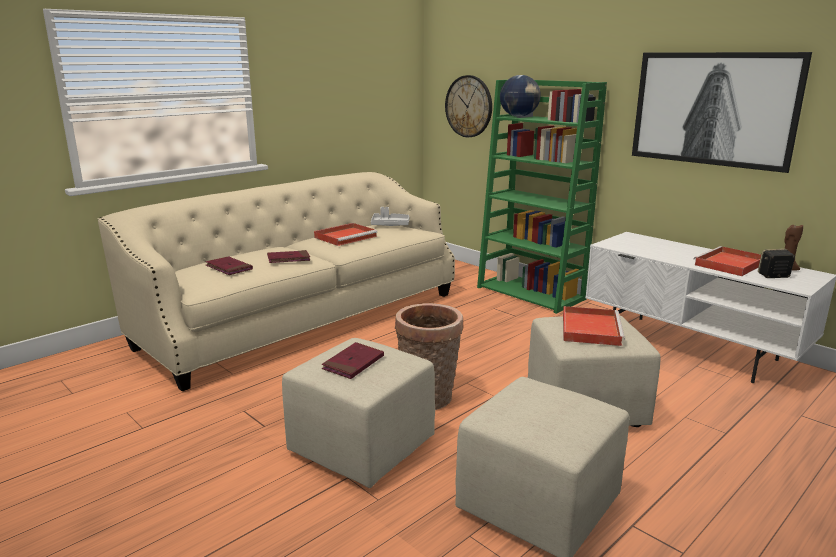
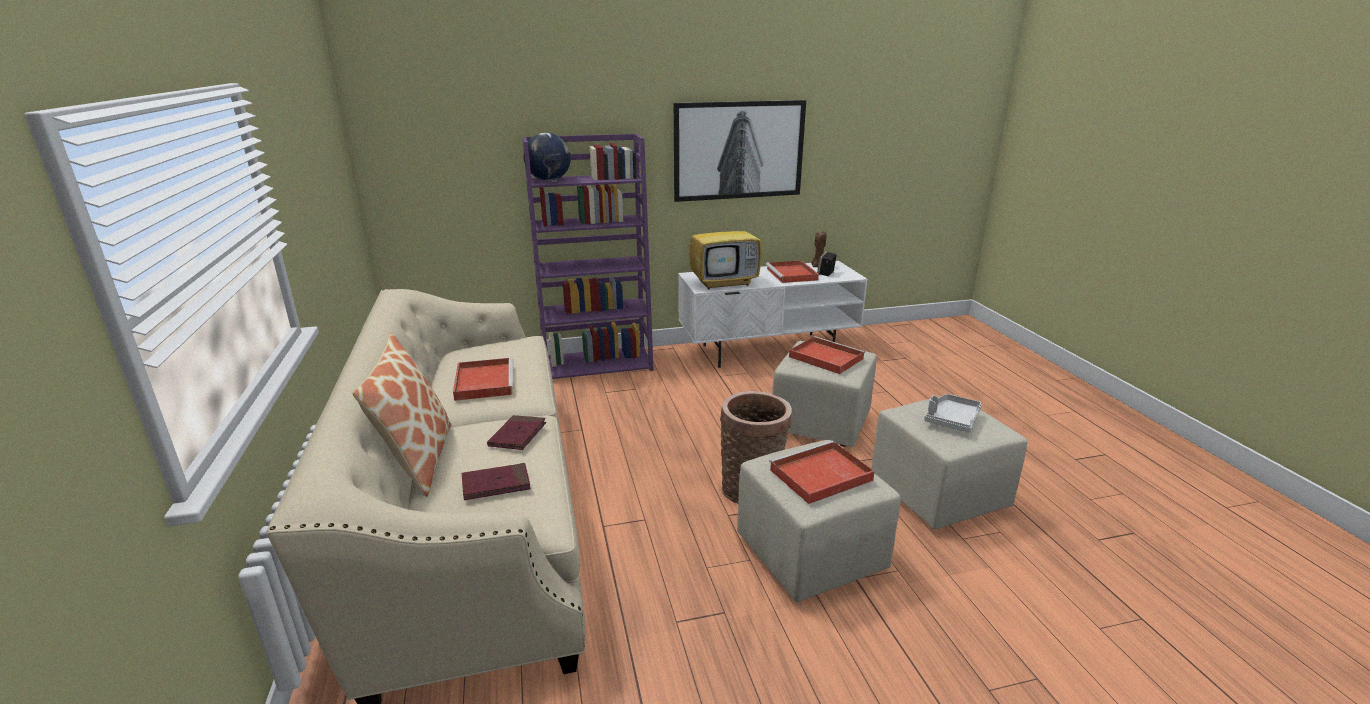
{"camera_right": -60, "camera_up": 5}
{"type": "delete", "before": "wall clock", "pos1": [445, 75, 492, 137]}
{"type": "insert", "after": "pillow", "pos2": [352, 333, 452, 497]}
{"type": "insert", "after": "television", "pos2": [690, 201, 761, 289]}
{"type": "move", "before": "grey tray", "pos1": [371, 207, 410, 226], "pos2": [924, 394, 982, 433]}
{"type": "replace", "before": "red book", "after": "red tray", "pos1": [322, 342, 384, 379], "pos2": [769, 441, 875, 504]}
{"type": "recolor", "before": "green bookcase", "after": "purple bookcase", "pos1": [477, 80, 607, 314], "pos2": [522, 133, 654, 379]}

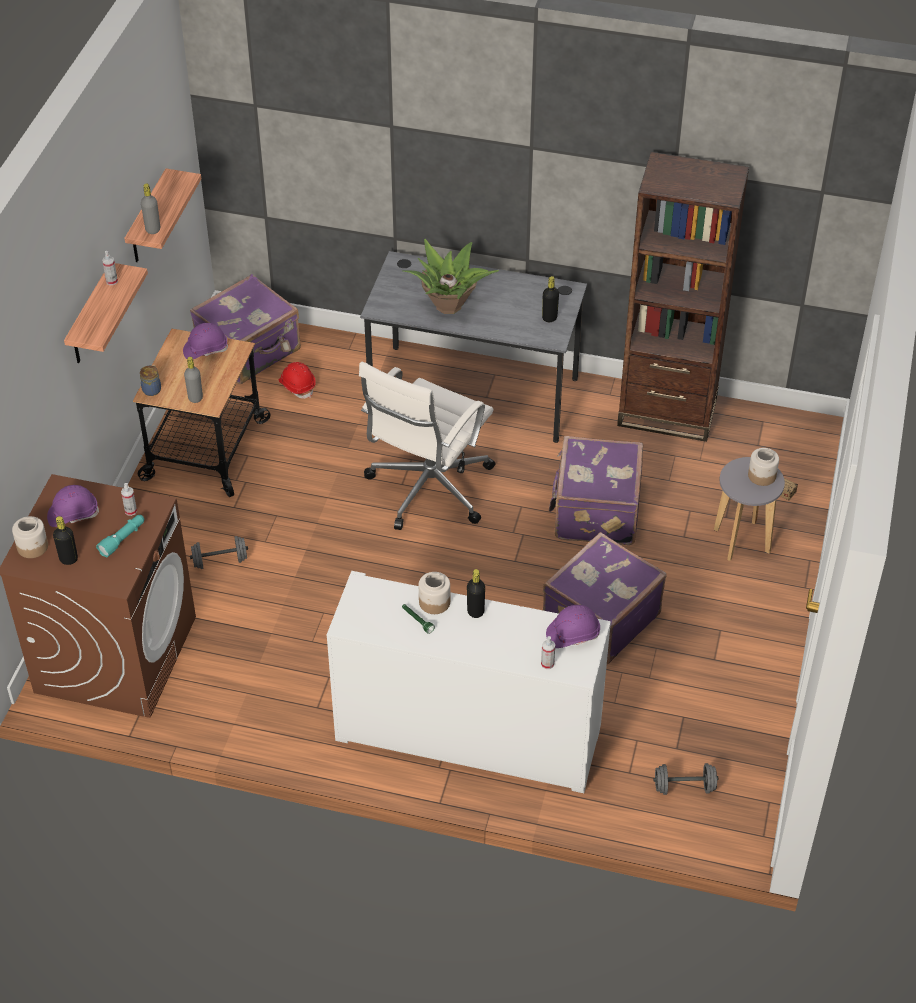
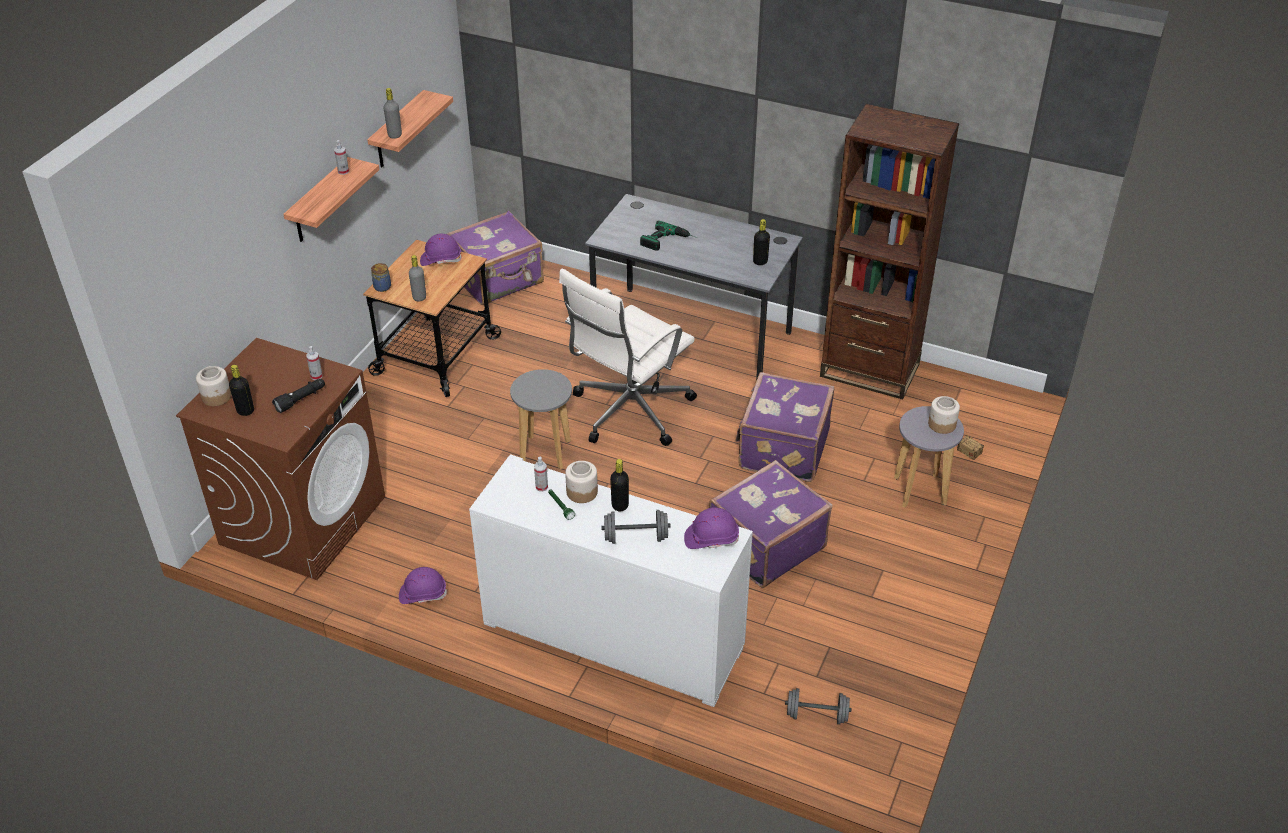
{"camera_right": 10, "camera_up": -5}
{"type": "delete", "before": "red hard hat", "pos1": [279, 362, 316, 399]}
{"type": "insert", "after": "grey stool", "pos2": [510, 369, 572, 469]}
{"type": "move", "before": "purple hard hat", "pos1": [47, 485, 99, 527], "pos2": [399, 567, 448, 604]}
{"type": "move", "before": "grey dumbbell", "pos1": [190, 536, 248, 569], "pos2": [601, 510, 670, 544]}
{"type": "move", "before": "spray bottle", "pos1": [541, 636, 555, 669], "pos2": [534, 457, 548, 492]}
{"type": "replace", "before": "potted plant", "after": "power drill", "pos1": [402, 239, 499, 314], "pos2": [640, 221, 697, 251]}
{"type": "recolor", "before": "turquoise flashlight", "after": "black flashlight", "pos1": [96, 515, 144, 558], "pos2": [272, 379, 325, 413]}

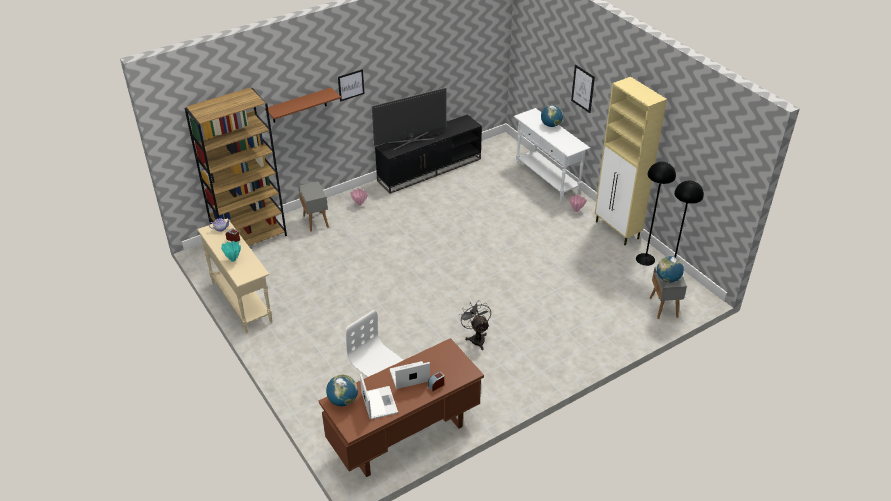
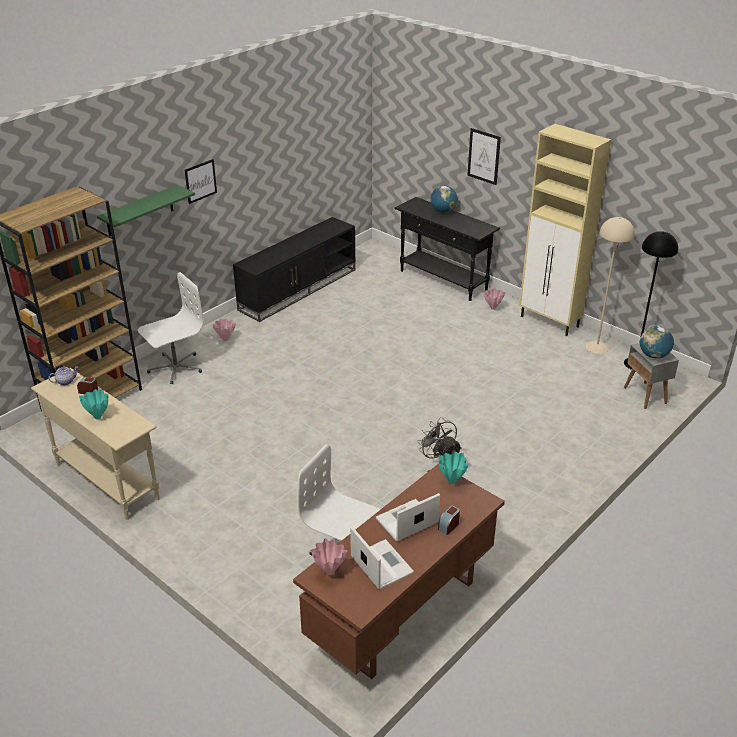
{"camera_right": -15, "camera_up": -5}
{"type": "delete", "before": "television", "pos1": [372, 87, 446, 150]}
{"type": "insert", "after": "turquoise vase", "pos2": [439, 452, 468, 484]}
{"type": "replace", "before": "grey side table", "after": "white office chair", "pos1": [298, 181, 329, 232], "pos2": [138, 272, 204, 384]}
{"type": "replace", "before": "globe", "after": "pink vase", "pos1": [326, 375, 358, 406], "pos2": [311, 538, 348, 575]}
{"type": "recolor", "before": "brown shelf", "after": "green shelf", "pos1": [265, 88, 341, 123], "pos2": [97, 185, 195, 236]}
{"type": "recolor", "before": "white console table", "after": "black console table", "pos1": [514, 108, 590, 201], "pos2": [394, 197, 500, 301]}
{"type": "recolor", "before": "black floor lamp", "after": "beige floor lamp", "pos1": [636, 162, 676, 266], "pos2": [585, 217, 635, 354]}

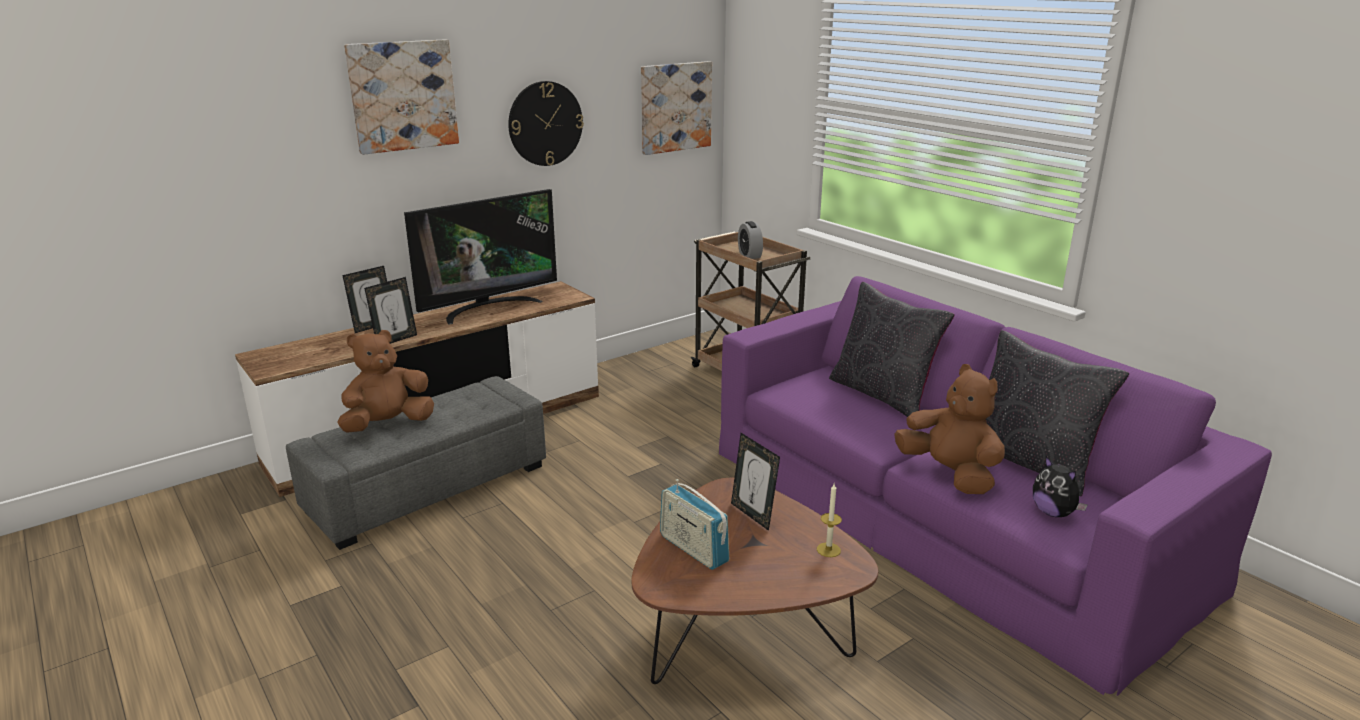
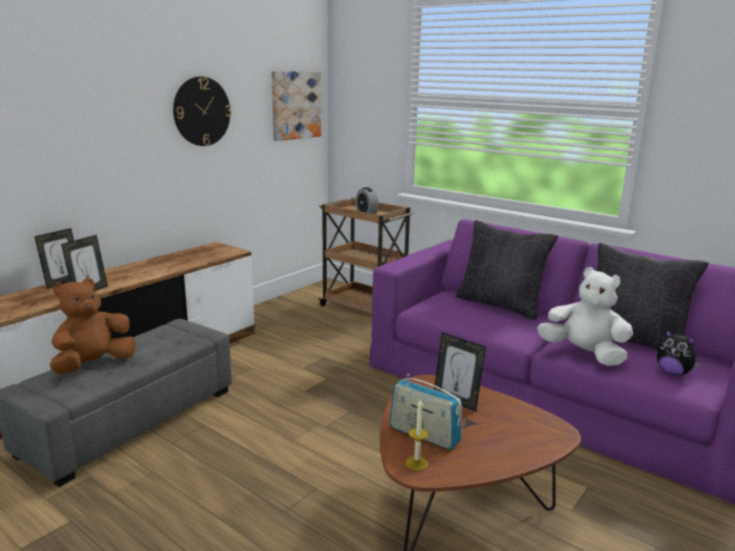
{"camera_right": -15, "camera_up": -5}
{"type": "delete", "before": "picture", "pos1": [344, 39, 459, 155]}
{"type": "delete", "before": "television", "pos1": [404, 189, 557, 324]}
{"type": "move", "before": "candle", "pos1": [817, 484, 842, 557], "pos2": [406, 398, 429, 471]}
{"type": "recolor", "before": "brown plush toy", "after": "white plush toy", "pos1": [894, 364, 1005, 494], "pos2": [537, 267, 633, 366]}

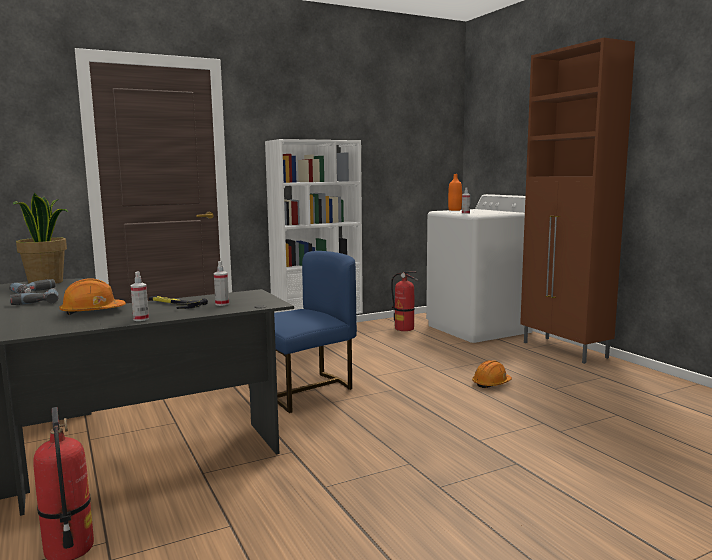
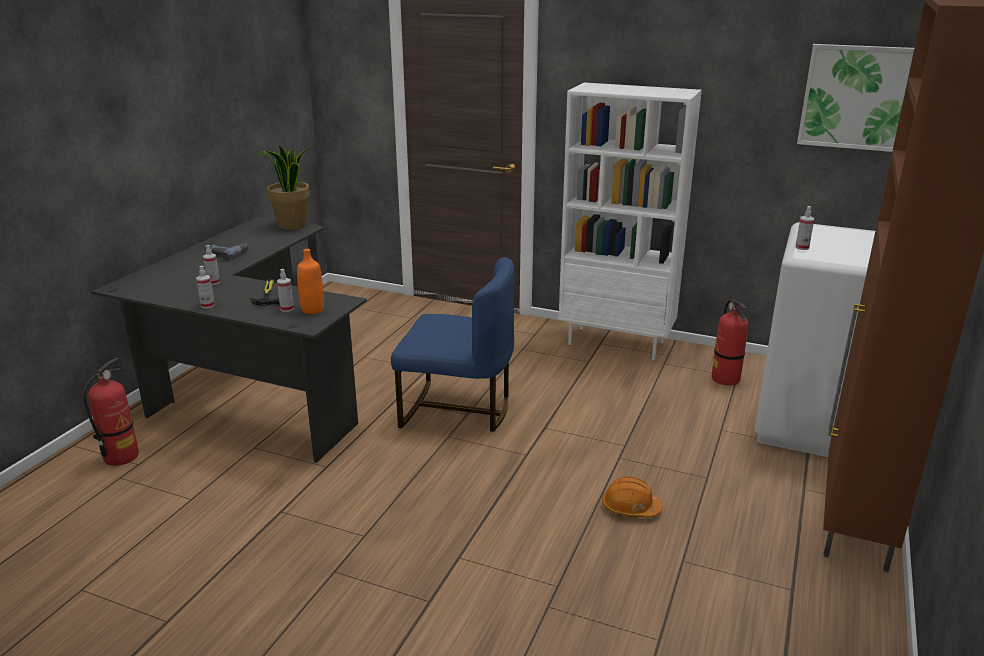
{"camera_right": 50, "camera_up": 15}
{"type": "delete", "before": "power drill", "pos1": [9, 279, 56, 293]}
{"type": "insert", "after": "picture", "pos2": [797, 44, 914, 152]}
{"type": "move", "before": "orange bottle", "pos1": [448, 174, 462, 211], "pos2": [297, 249, 324, 314]}
{"type": "replace", "before": "orange hard hat", "after": "spray bottle", "pos1": [59, 278, 126, 315], "pos2": [203, 245, 220, 285]}

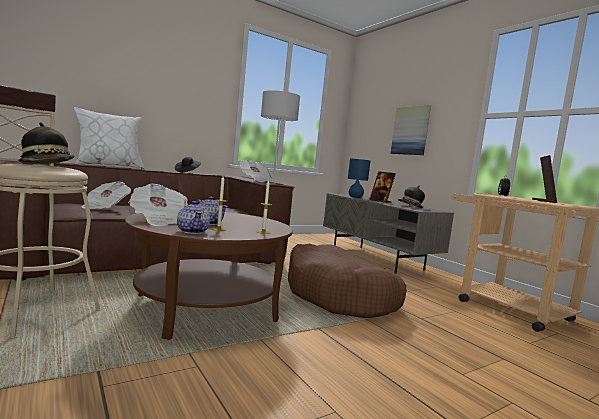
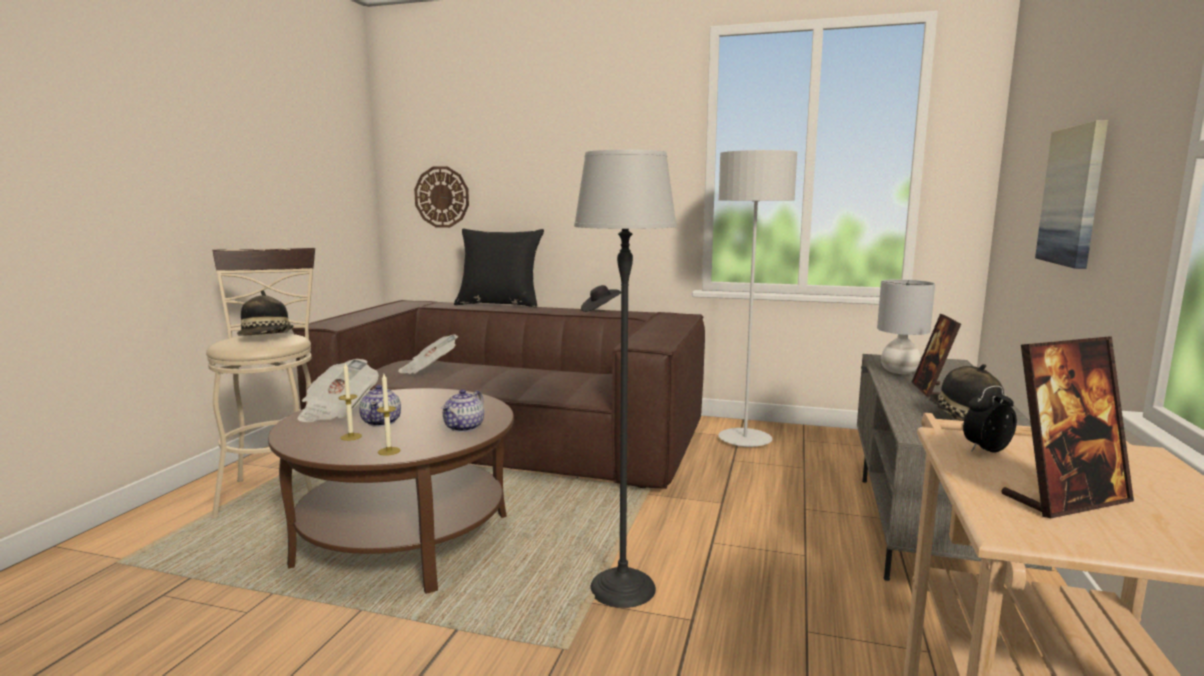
{"camera_right": 50, "camera_up": 5}
{"type": "delete", "before": "newspaper", "pos1": [240, 160, 273, 182]}
{"type": "insert", "after": "wall clock", "pos2": [414, 166, 469, 228]}
{"type": "move", "before": "teapot", "pos1": [177, 201, 210, 234], "pos2": [441, 389, 484, 432]}
{"type": "replace", "before": "brown dog bed", "after": "floor lamp", "pos1": [288, 244, 407, 318], "pos2": [574, 150, 677, 608]}
{"type": "recolor", "before": "white pillow", "after": "black pillow", "pos1": [74, 107, 144, 169], "pos2": [454, 229, 544, 308]}
{"type": "recolor", "before": "blue table lamp", "after": "grey table lamp", "pos1": [348, 159, 370, 198], "pos2": [877, 279, 935, 374]}

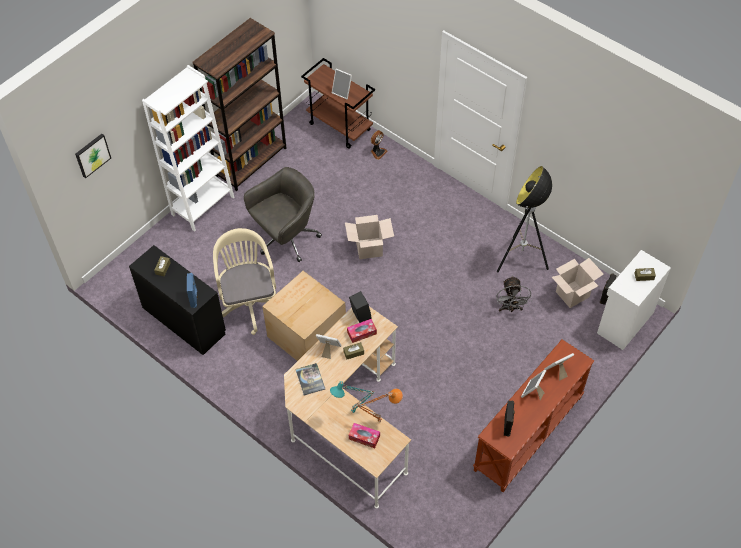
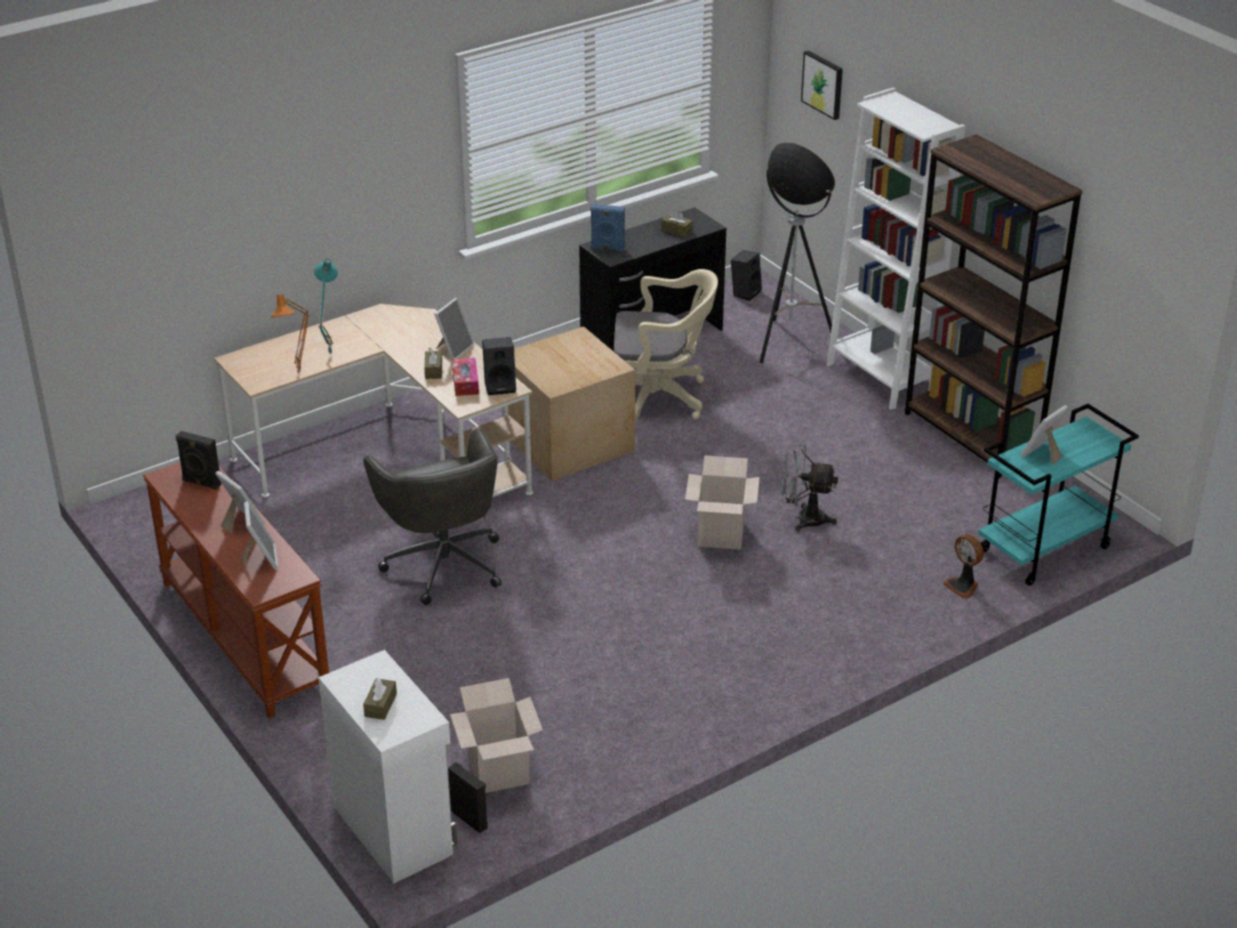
{"camera_right": 105, "camera_up": -20}
{"type": "delete", "before": "book", "pos1": [295, 363, 325, 395]}
{"type": "delete", "before": "tissue box", "pos1": [349, 423, 380, 448]}
{"type": "insert", "after": "black speaker", "pos2": [731, 250, 762, 301]}
{"type": "move", "before": "grey office chair", "pos1": [244, 167, 322, 262], "pos2": [363, 428, 502, 605]}
{"type": "move", "before": "grey fan", "pos1": [496, 276, 532, 312], "pos2": [781, 444, 838, 532]}
{"type": "move", "before": "floor lamp", "pos1": [497, 166, 552, 273], "pos2": [760, 142, 835, 363]}
{"type": "recolor", "before": "brown cart", "after": "turquoise cart", "pos1": [301, 58, 375, 149], "pos2": [978, 404, 1139, 586]}

